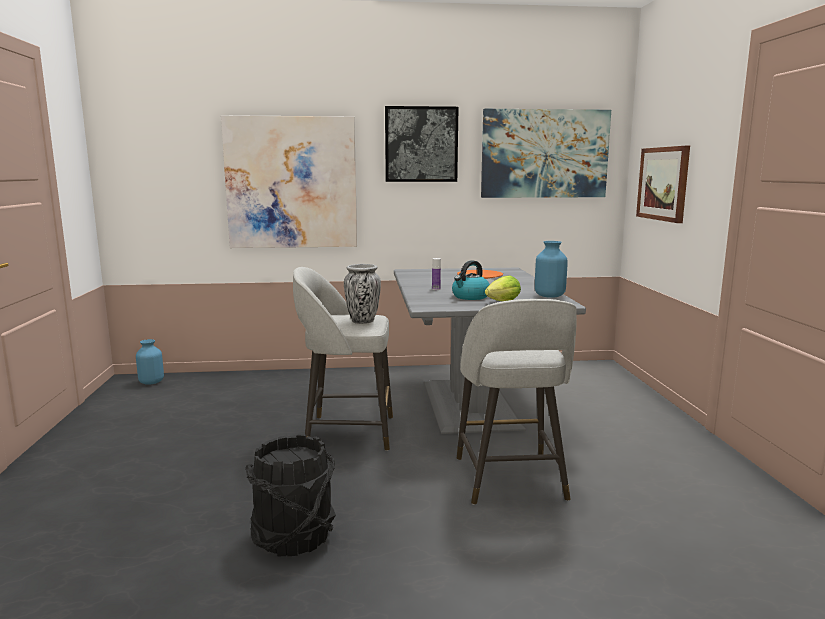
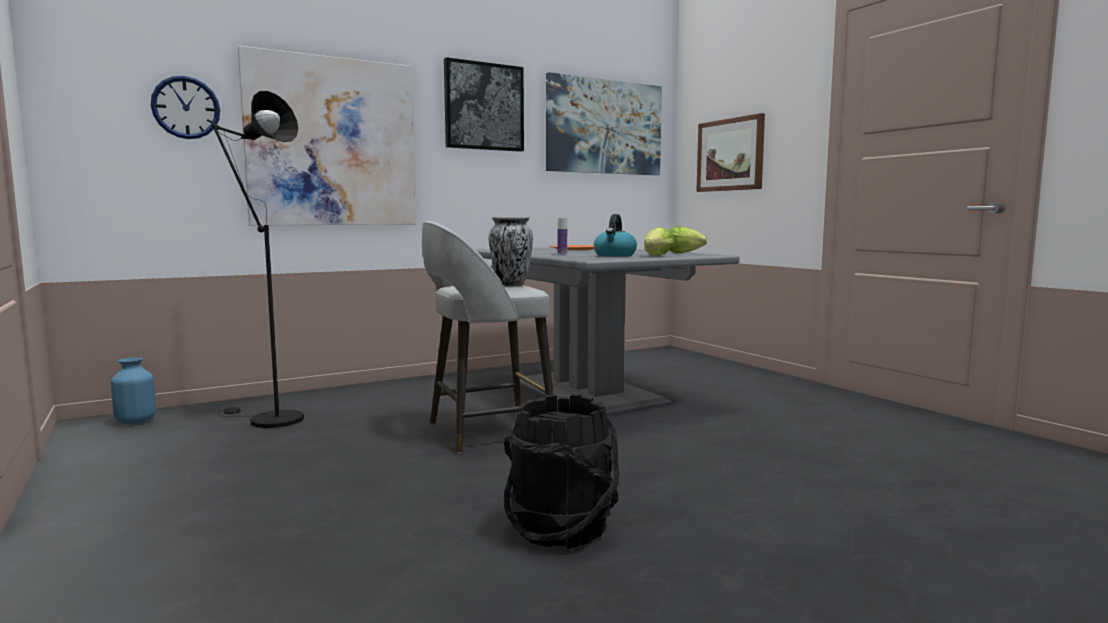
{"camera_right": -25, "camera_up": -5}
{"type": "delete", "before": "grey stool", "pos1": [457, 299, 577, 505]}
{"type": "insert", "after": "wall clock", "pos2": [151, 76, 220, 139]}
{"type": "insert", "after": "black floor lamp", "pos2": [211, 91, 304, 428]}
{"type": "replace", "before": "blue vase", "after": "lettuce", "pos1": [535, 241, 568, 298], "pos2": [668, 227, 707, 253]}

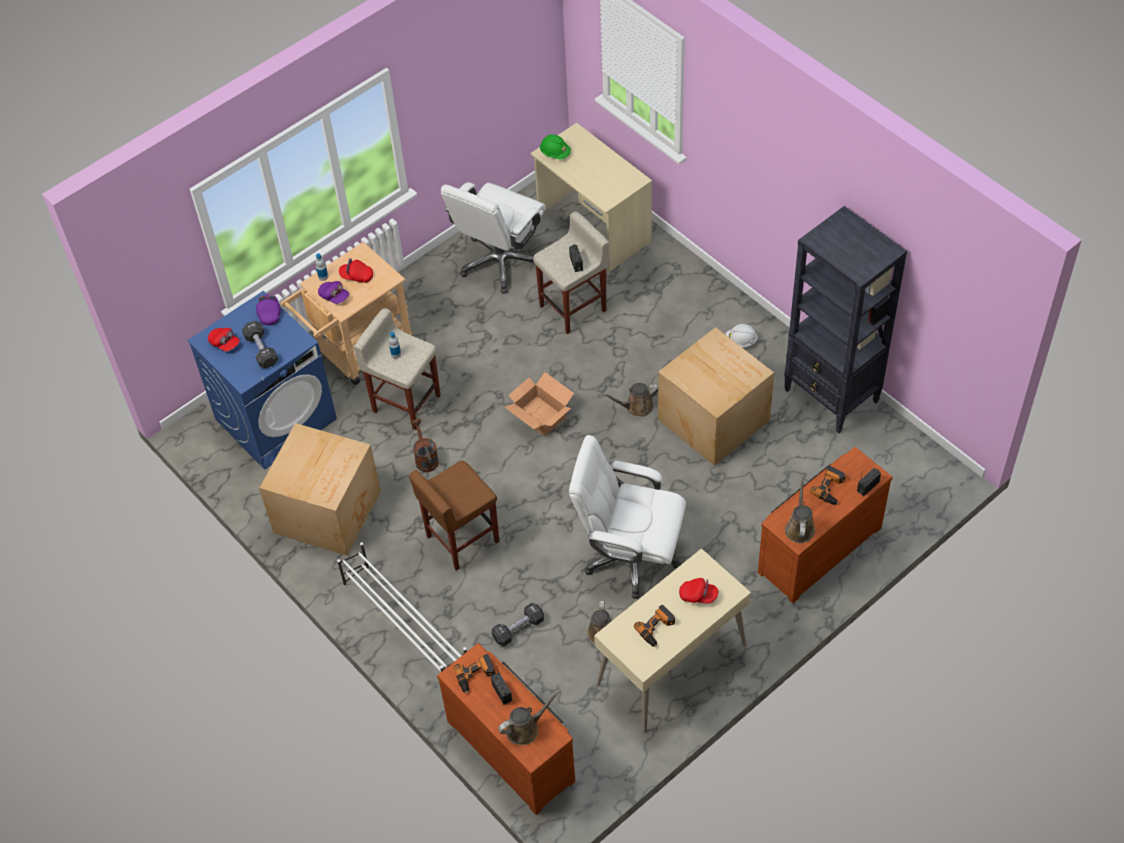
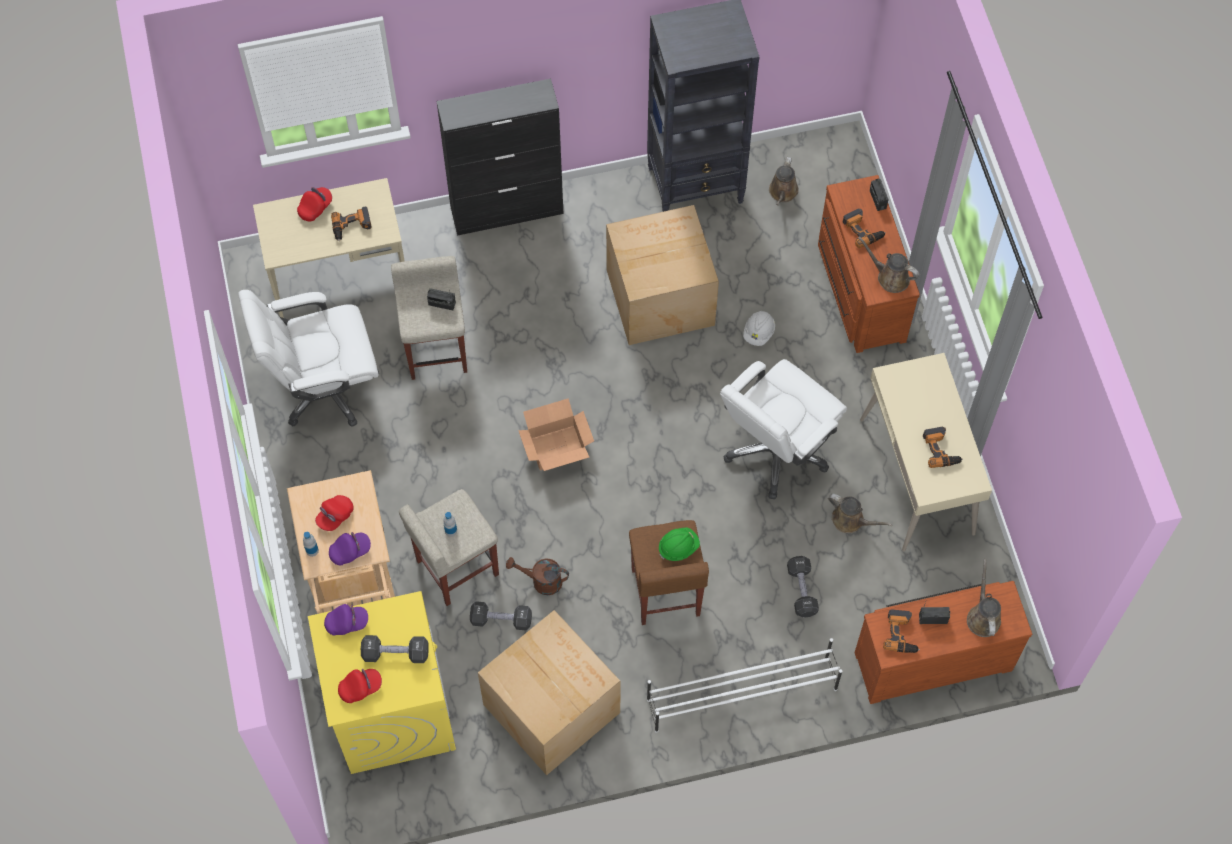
{"camera_right": -65, "camera_up": 10}
{"type": "insert", "after": "power drill", "pos2": [331, 207, 372, 241]}
{"type": "insert", "after": "black cabinet", "pos2": [436, 79, 564, 236]}
{"type": "insert", "after": "black dumbbell", "pos2": [470, 601, 532, 630]}
{"type": "move", "before": "green hard hat", "pos1": [540, 135, 571, 159], "pos2": [659, 527, 700, 561]}
{"type": "move", "before": "brown watering can", "pos1": [602, 383, 658, 417], "pos2": [769, 157, 799, 205]}
{"type": "move", "before": "red cap", "pos1": [679, 578, 718, 603], "pos2": [297, 187, 332, 221]}
{"type": "move", "before": "white hard hat", "pos1": [725, 324, 758, 347], "pos2": [743, 311, 775, 346]}
{"type": "recolor", "before": "blue washing machine", "after": "yellow washing machine", "pos1": [187, 291, 337, 470], "pos2": [308, 591, 456, 774]}
{"type": "rotate", "before": "purple cap", "pos1": [256, 294, 281, 325], "pos2": [324, 604, 368, 636], "turn": 150}
{"type": "rotate", "before": "white office chair", "pos1": [441, 182, 546, 294], "pos2": [238, 290, 379, 427], "turn": 105}

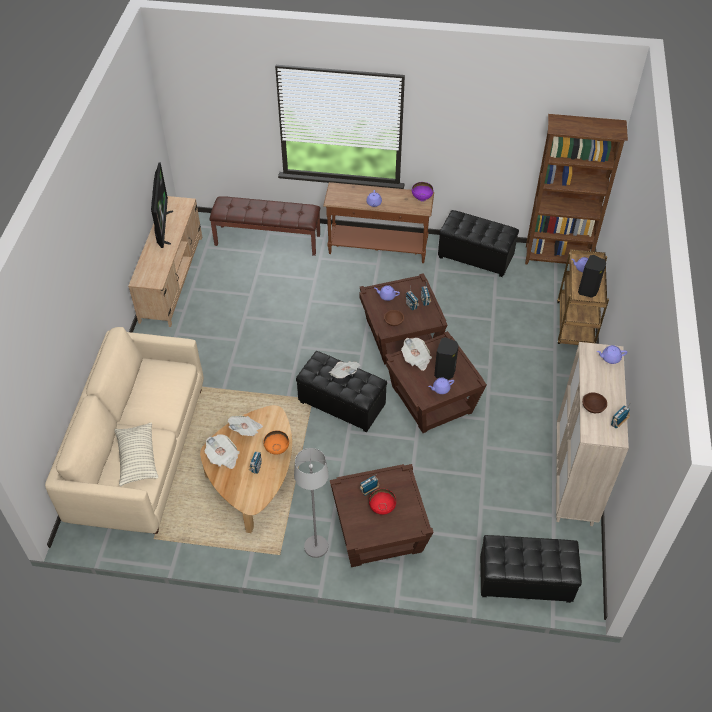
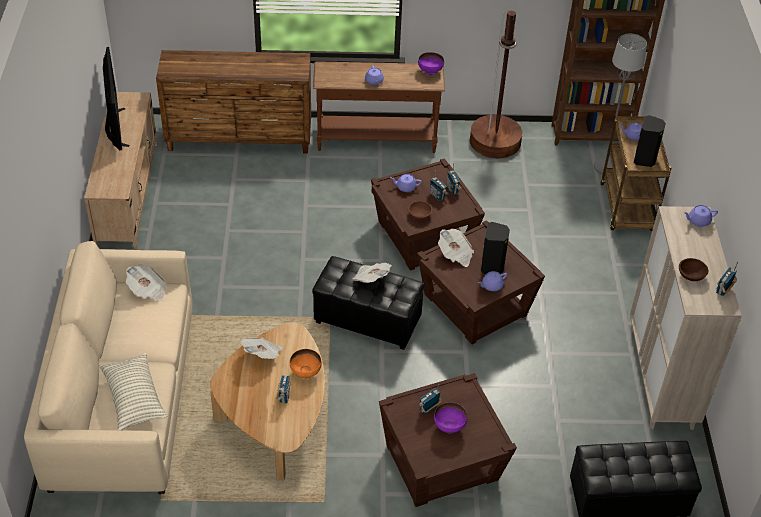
{"camera_right": -10, "camera_up": -5}
{"type": "move", "before": "newspaper", "pos1": [204, 434, 239, 469], "pos2": [126, 264, 167, 301]}
{"type": "move", "before": "grey floor lamp", "pos1": [294, 448, 329, 558], "pos2": [594, 34, 647, 174]}
{"type": "replace", "before": "brown bench", "after": "brown dresser", "pos1": [210, 196, 320, 256], "pos2": [156, 50, 311, 154]}
{"type": "replace", "before": "black ottoman", "after": "brown floor lamp", "pos1": [438, 210, 519, 277], "pos2": [470, 11, 522, 158]}
{"type": "recolor", "before": "red bowl", "after": "purple bowl", "pos1": [369, 489, 396, 515], "pos2": [434, 402, 467, 434]}

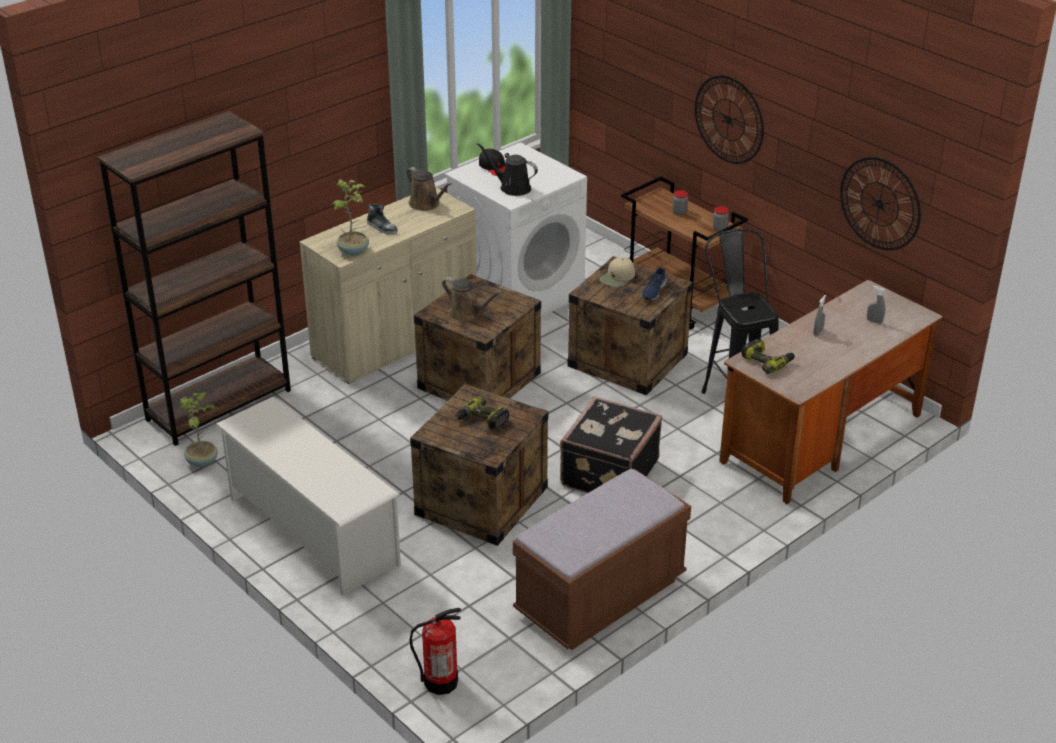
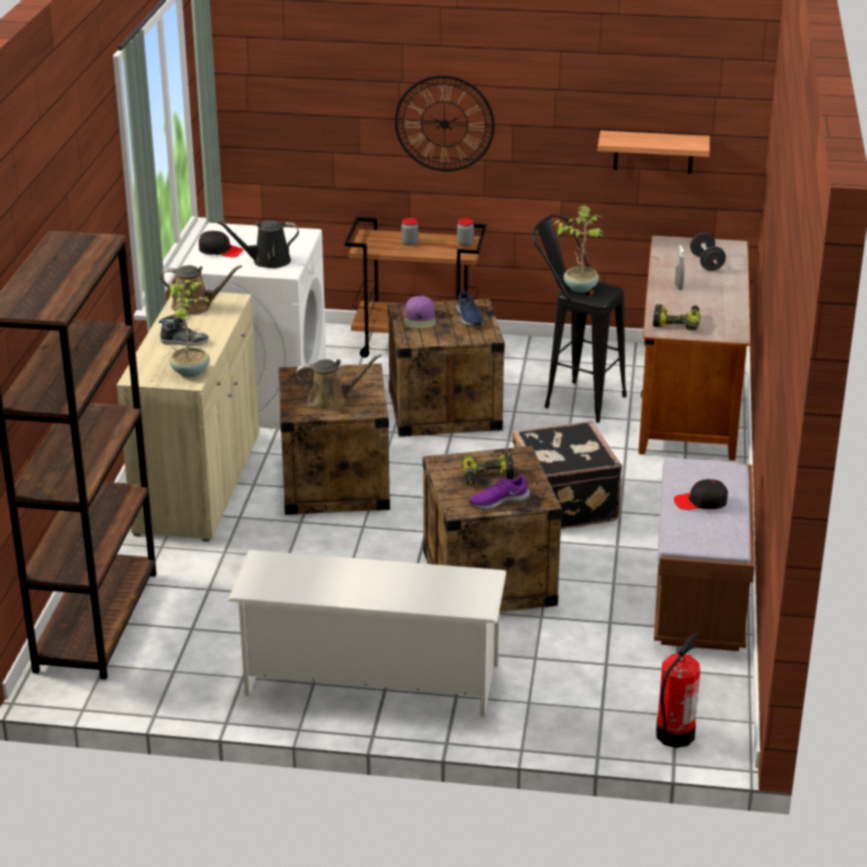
{"camera_right": -40, "camera_up": -5}
{"type": "insert", "after": "purple shoe", "pos2": [470, 475, 530, 510]}
{"type": "insert", "after": "black cap", "pos2": [674, 479, 728, 510]}
{"type": "move", "before": "potted plant", "pos1": [180, 393, 218, 468], "pos2": [554, 206, 603, 293]}
{"type": "replace", "before": "wall clock", "after": "shelf", "pos1": [840, 157, 921, 250], "pos2": [598, 131, 710, 174]}
{"type": "replace", "before": "grey spray bottle", "after": "black dumbbell", "pos1": [867, 286, 885, 324], "pos2": [690, 233, 726, 271]}
{"type": "recolor", "before": "beige cap", "after": "purple cap", "pos1": [599, 257, 635, 287], "pos2": [404, 296, 436, 328]}

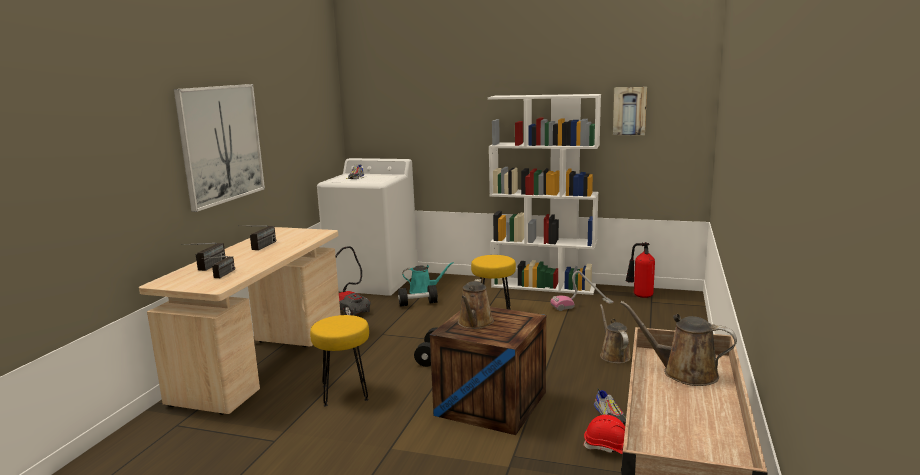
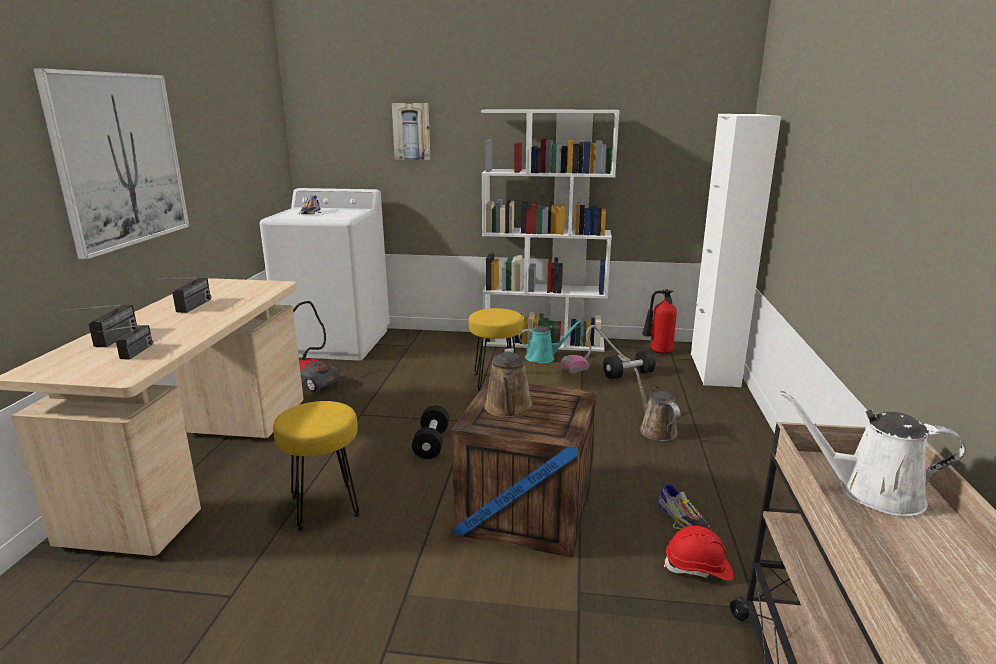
{"camera_right": -10, "camera_up": 5}
{"type": "insert", "after": "white cabinet", "pos2": [691, 114, 781, 387]}
{"type": "move", "before": "black dumbbell", "pos1": [398, 285, 438, 307], "pos2": [603, 350, 656, 379]}
{"type": "move", "before": "turquoise watering can", "pos1": [402, 262, 454, 294], "pos2": [518, 320, 582, 363]}
{"type": "move", "before": "picture", "pos1": [613, 87, 647, 135], "pos2": [392, 103, 430, 160]}
{"type": "recolor", "before": "brown watering can", "after": "white watering can", "pos1": [620, 301, 737, 386], "pos2": [780, 390, 966, 517]}

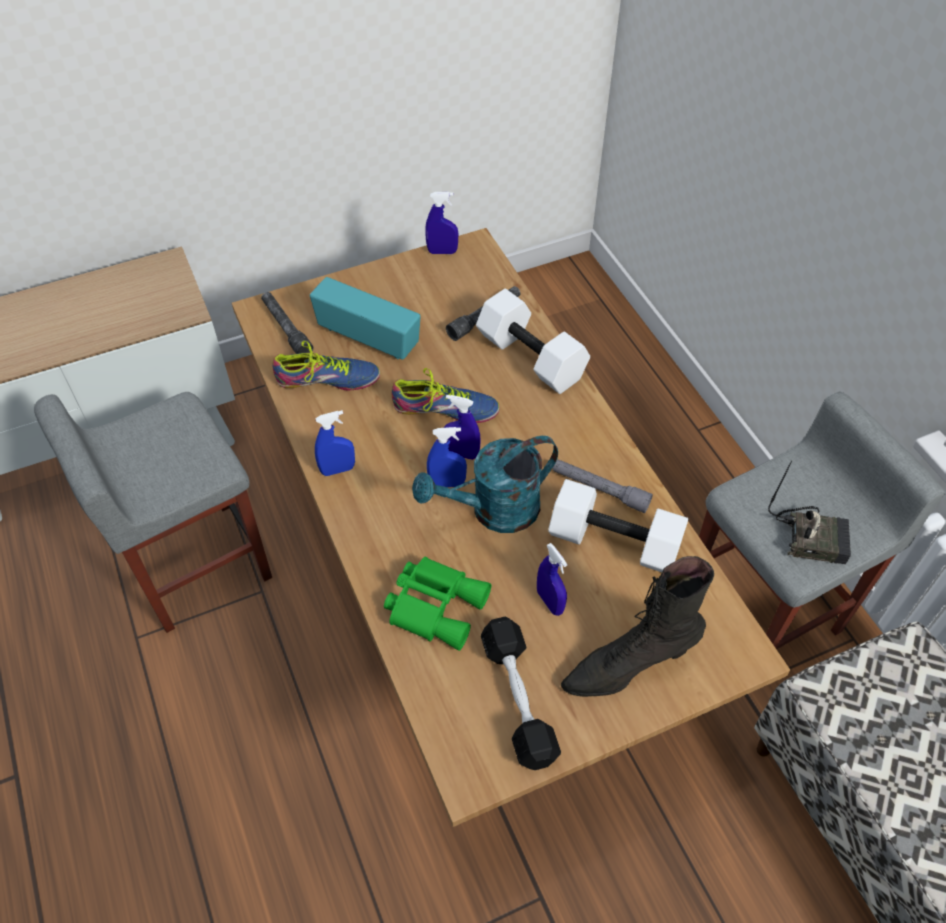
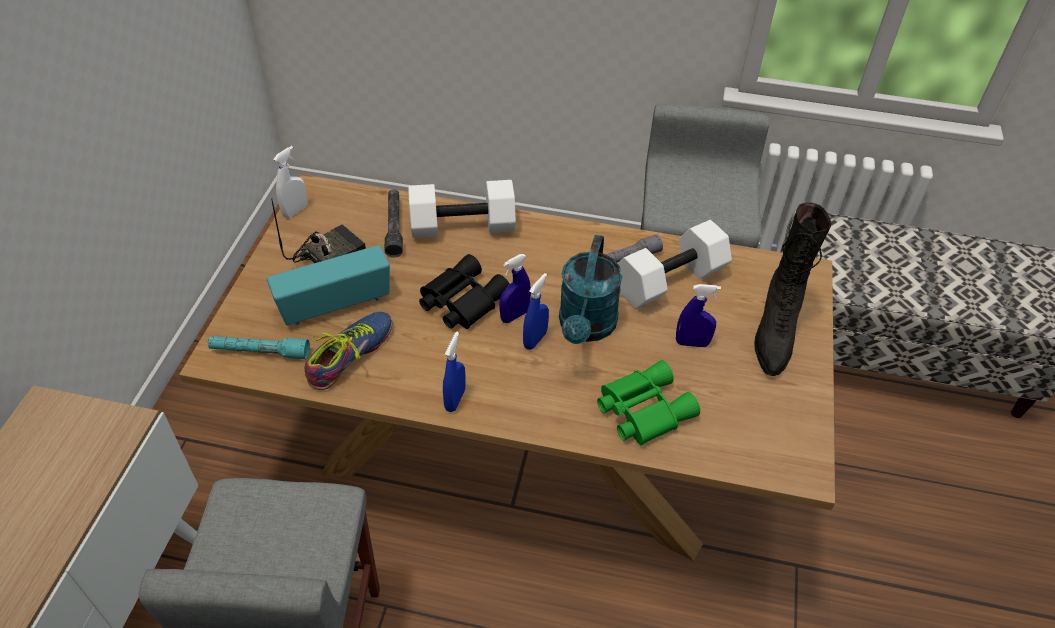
{"camera_right": -55, "camera_up": -5}
{"type": "delete", "before": "black dumbbell", "pos1": [481, 617, 561, 770]}
{"type": "move", "before": "radio", "pos1": [768, 461, 851, 564], "pos2": [271, 198, 366, 263]}
{"type": "replace", "before": "shoe", "after": "black binoculars", "pos1": [392, 368, 500, 423], "pos2": [419, 254, 510, 329]}
{"type": "recolor", "before": "grey flashlight", "after": "turquoise flashlight", "pos1": [261, 292, 313, 354], "pos2": [208, 336, 310, 359]}
{"type": "recolor", "before": "blue spray bottle", "after": "white spray bottle", "pos1": [425, 192, 458, 254], "pos2": [273, 146, 307, 218]}

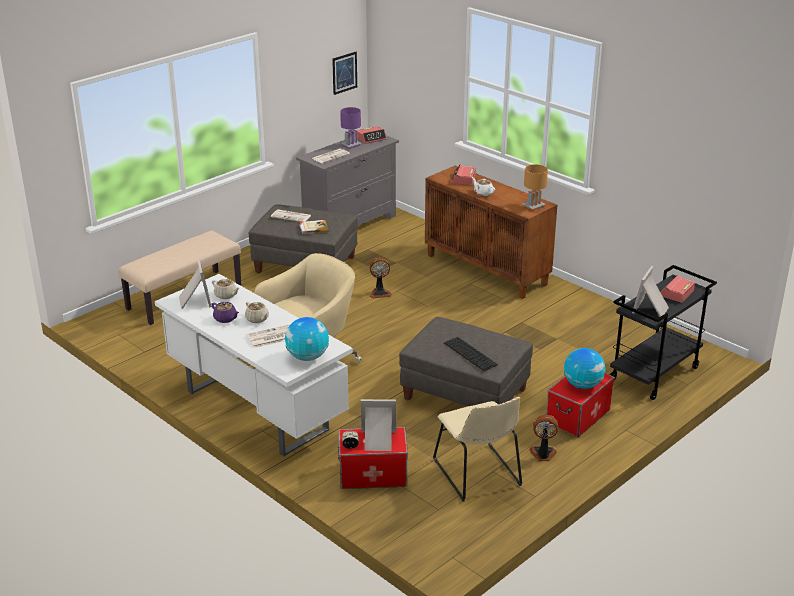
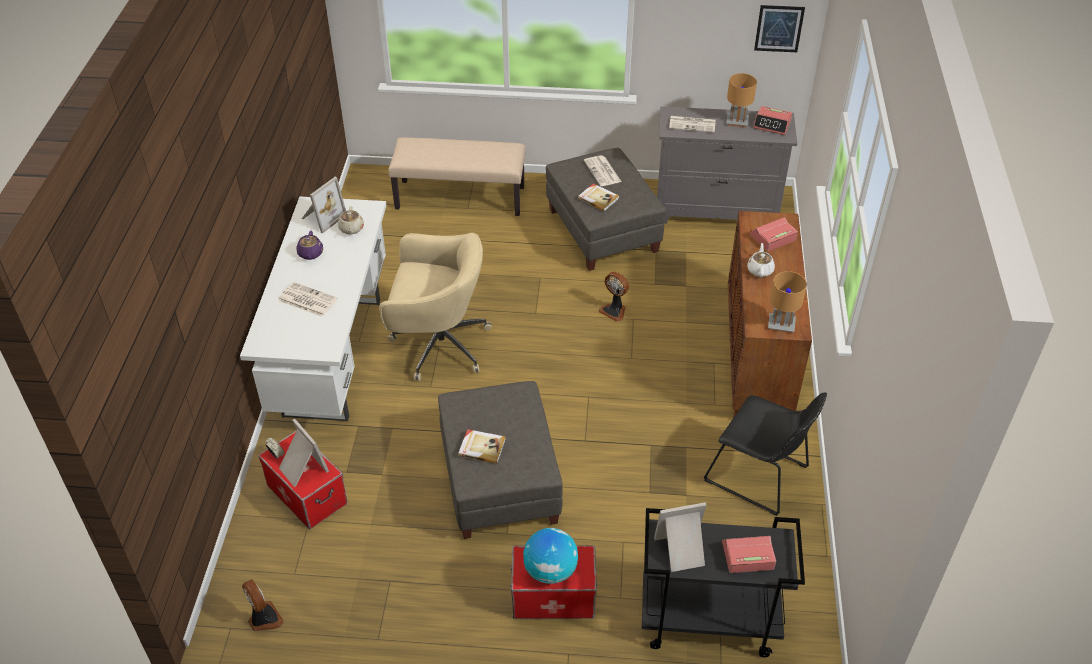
{"camera_right": 50, "camera_up": 15}
{"type": "delete", "before": "beige teapot", "pos1": [245, 302, 269, 323]}
{"type": "delete", "before": "globe", "pos1": [285, 317, 329, 361]}
{"type": "delete", "before": "beige chair", "pos1": [433, 397, 522, 501]}
{"type": "insert", "after": "black chair", "pos2": [704, 393, 827, 516]}
{"type": "move", "before": "fan", "pos1": [529, 415, 558, 461], "pos2": [242, 579, 284, 631]}
{"type": "replace", "before": "keyboard", "after": "book", "pos1": [444, 337, 498, 371], "pos2": [458, 429, 506, 464]}
{"type": "recolor", "before": "purple table lamp", "after": "brown table lamp", "pos1": [340, 107, 362, 149], "pos2": [726, 73, 757, 127]}

